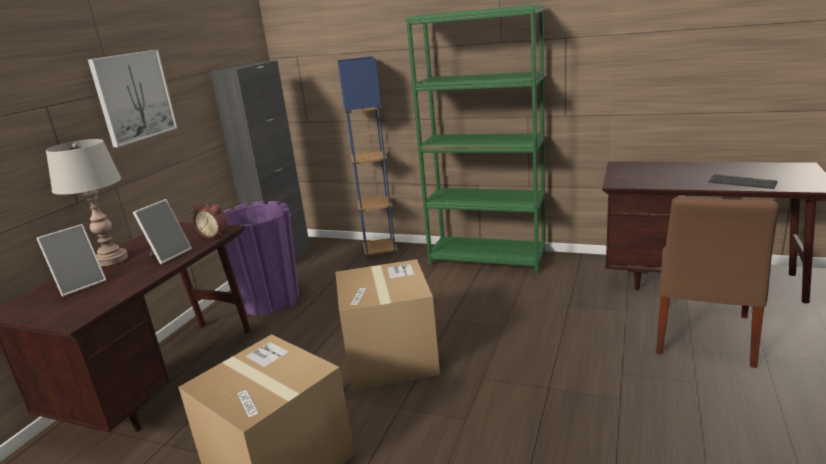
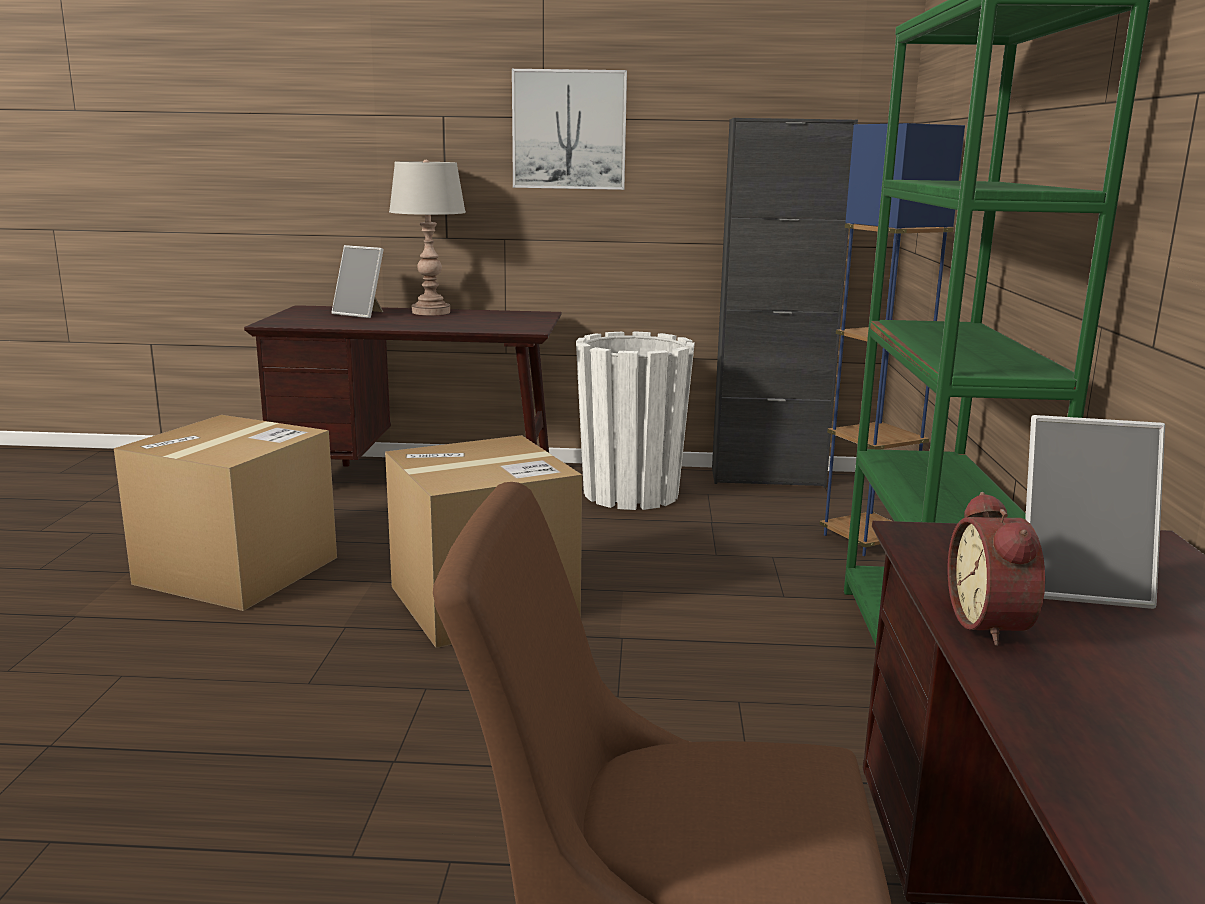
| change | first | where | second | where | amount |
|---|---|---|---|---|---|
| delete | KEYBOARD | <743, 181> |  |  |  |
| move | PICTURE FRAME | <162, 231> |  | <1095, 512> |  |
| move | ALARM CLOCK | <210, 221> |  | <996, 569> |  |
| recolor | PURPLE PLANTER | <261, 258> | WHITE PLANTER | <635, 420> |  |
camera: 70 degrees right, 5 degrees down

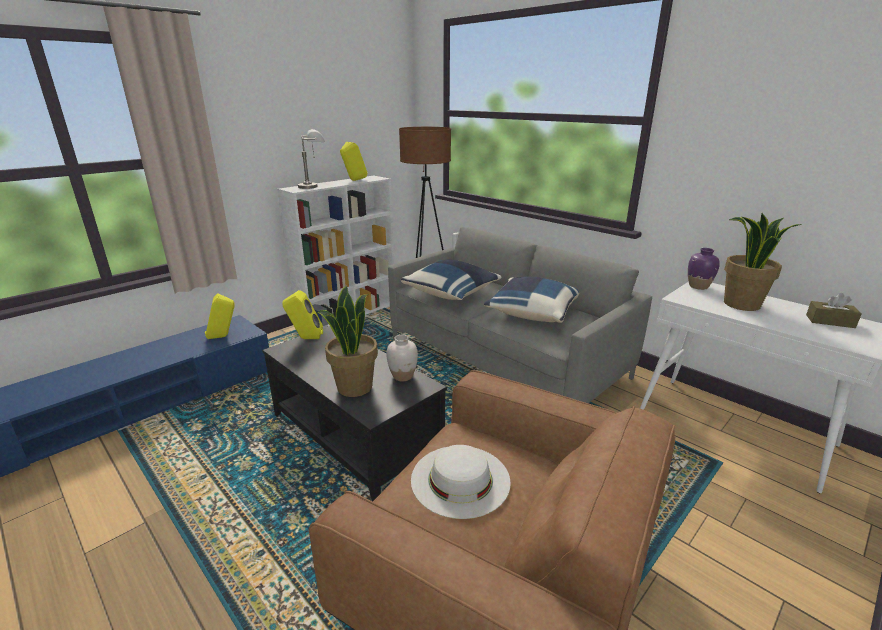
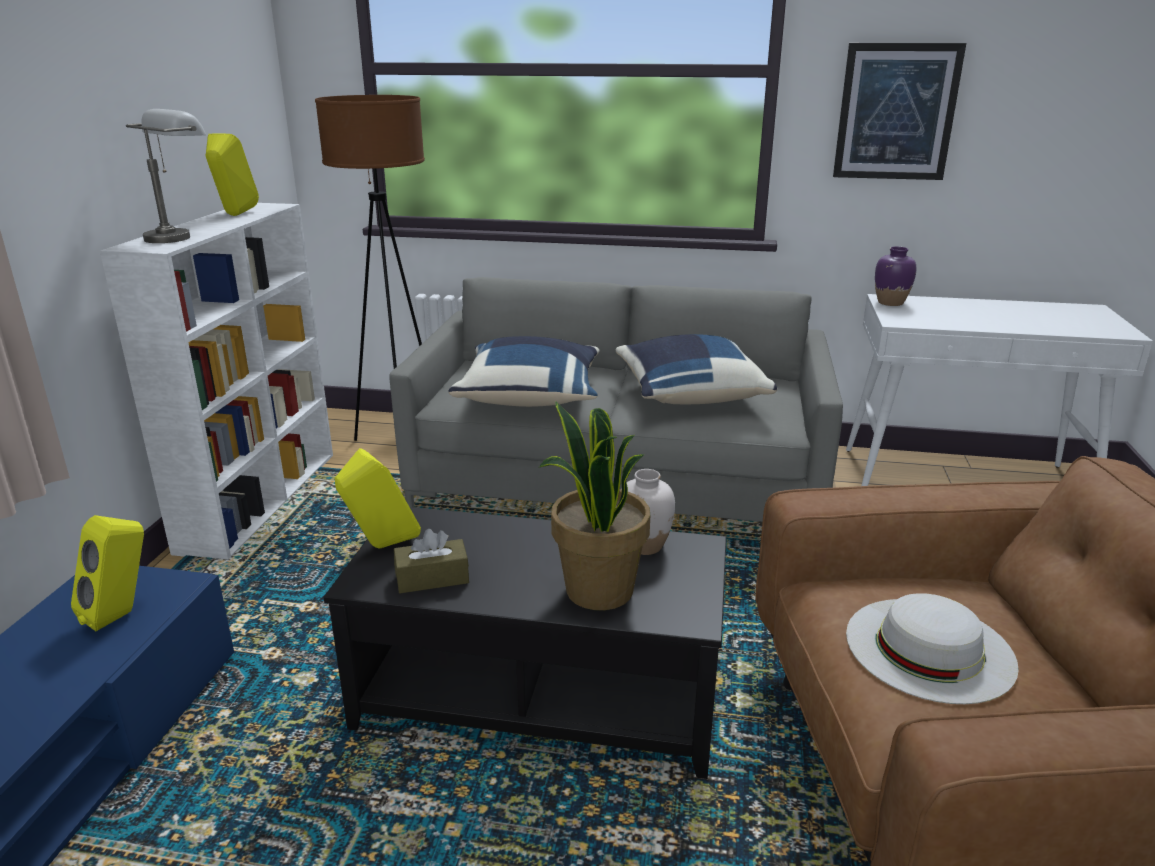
| change | first | where | second | where | amount |
|---|---|---|---|---|---|
| delete | POTTED PLANT | <763, 262> |  |  |  |
| insert |  |  | PICTURE | <899, 111> |  |
| move | BROWN TISSUE BOX | <834, 310> |  | <431, 561> |  |
camera: 35 degrees left, 0 degrees up

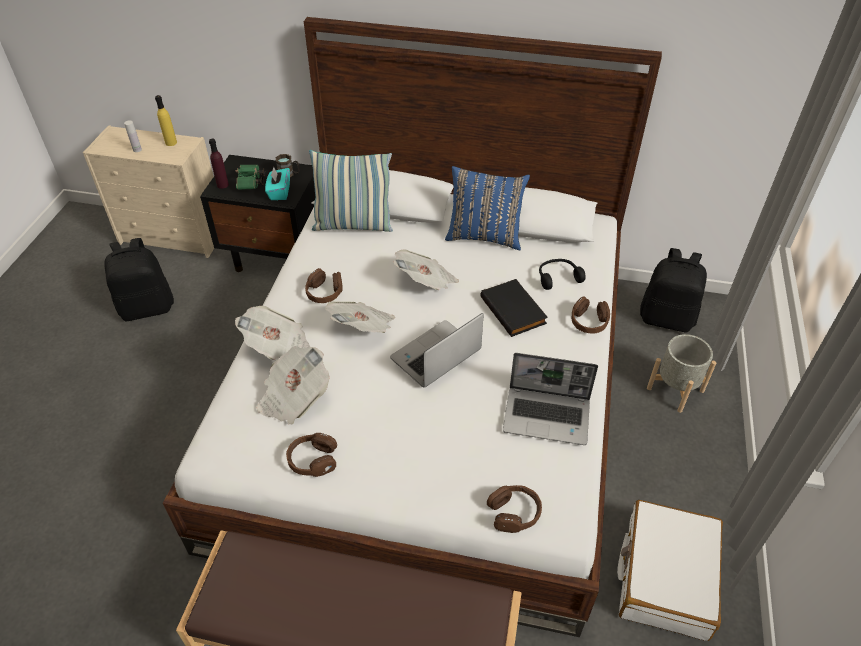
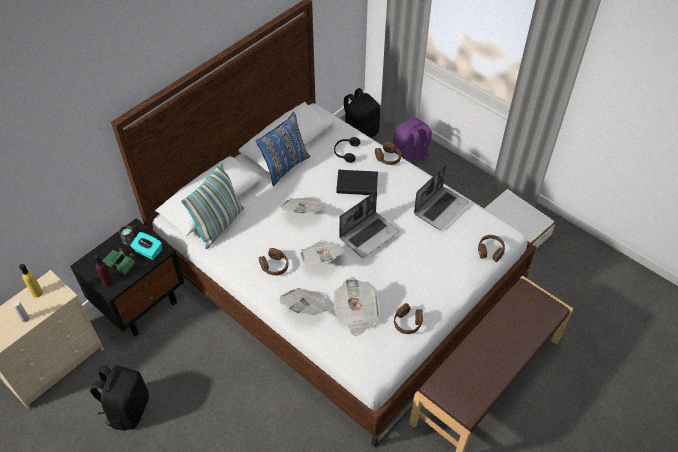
| change | first | where | second | where | amount |
|---|---|---|---|---|---|
| replace | GREY PLANTER | <681, 373> | PURPLE BACKPACK | <412, 144> |  |
| rotate | LAPTOP | <437, 350> |  | <369, 224> | 120 degrees counterclockwise |
camera: 60 degrees left, 5 degrees up

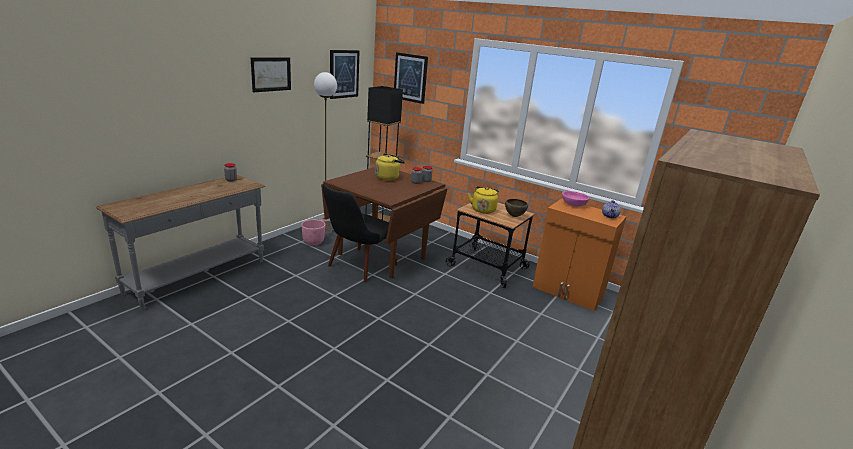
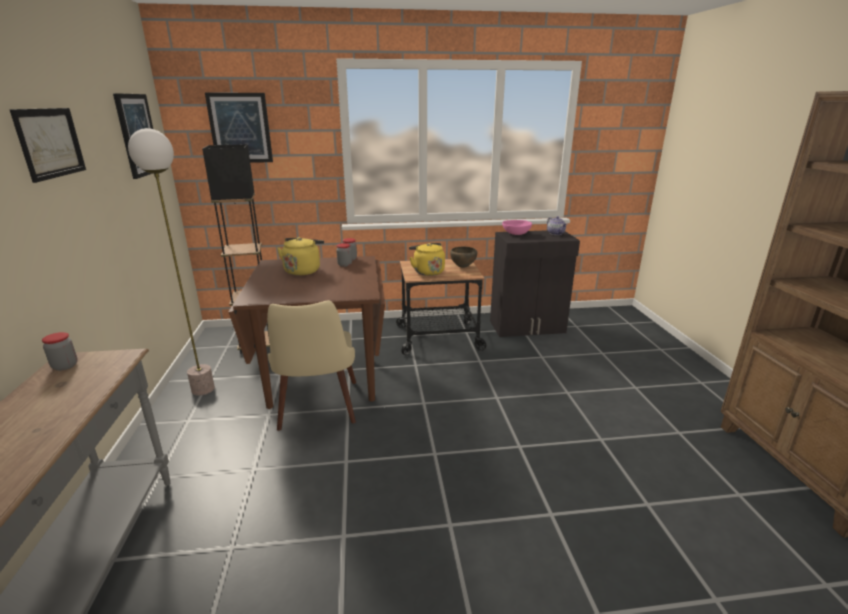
| change | first | where | second | where | amount |
|---|---|---|---|---|---|
| delete | PINK PLANTER | <313, 233> |  |  |  |
| recolor | BLACK CHAIR | <360, 233> | BEIGE CHAIR | <311, 365> |  |
| recolor | ORANGE CABINET | <579, 254> | BLACK CABINET | <535, 283> |  |
camera: 40 degrees left, 0 degrees up

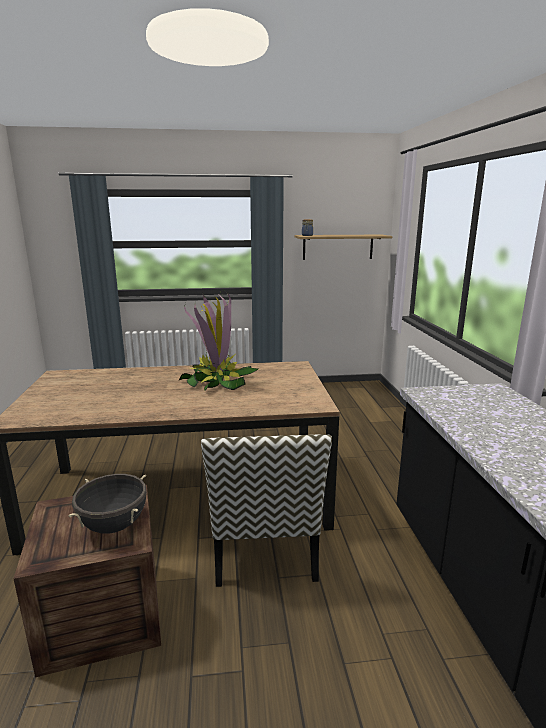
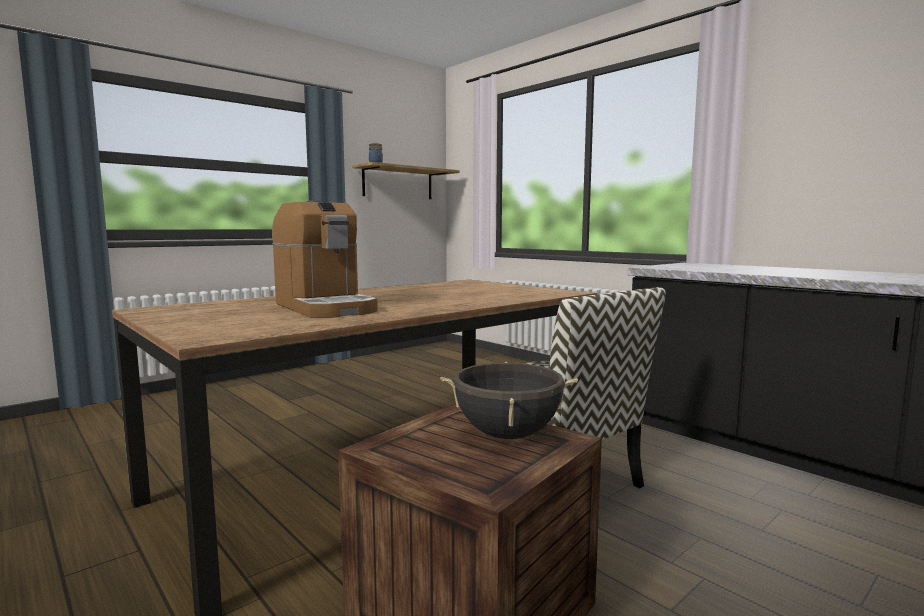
| change | first | where | second | where | amount |
|---|---|---|---|---|---|
| delete | POTTED PLANT | <218, 340> |  |  |  |
| insert |  |  | COFFEE MACHINE | <325, 259> |  |
camera: 35 degrees left, 10 degrees down

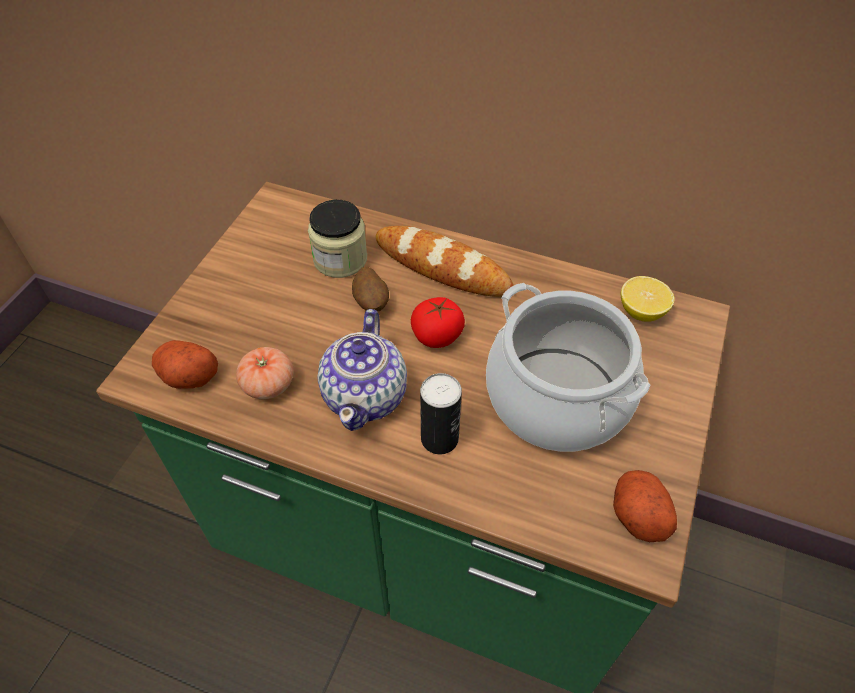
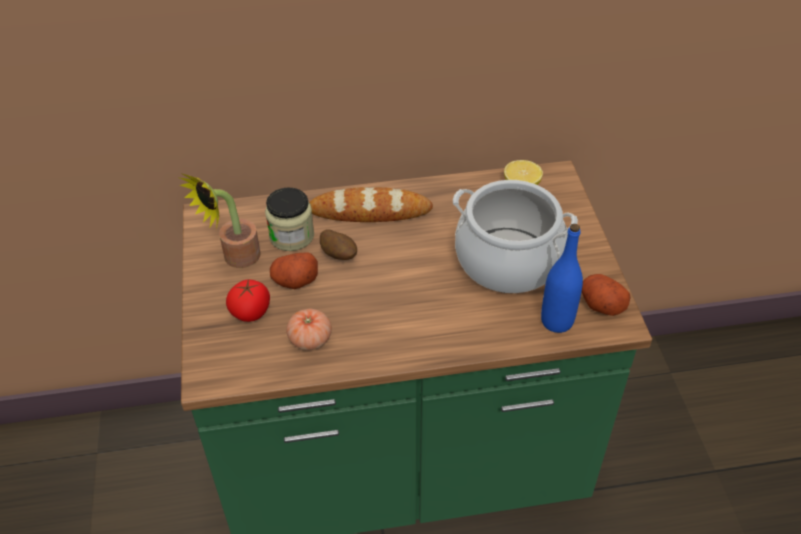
| change | first | where | second | where | amount |
|---|---|---|---|---|---|
| delete | TEAPOT | <362, 370> |  |  |  |
| delete | CAN | <441, 413> |  |  |  |
| insert |  |  | POTTED PLANT | <220, 220> |  |
| insert |  |  | BLUE BOTTLE | <562, 278> |  |
| move | POTATO | <185, 364> |  | <294, 271> |  |
| move | TOMATO | <438, 322> |  | <248, 300> |  |
camera: 30 degrees left, 5 degrees down

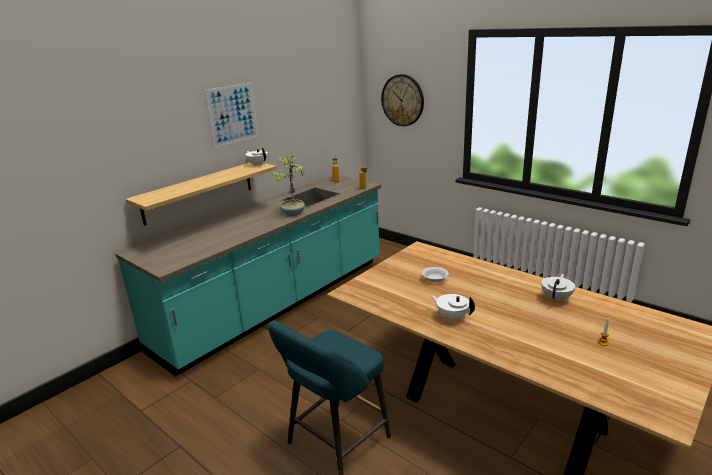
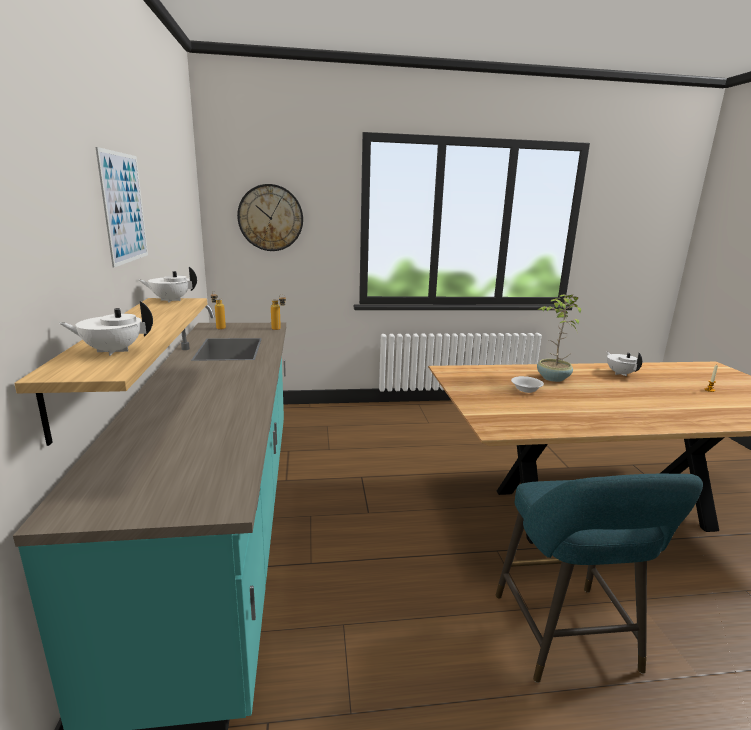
| change | first | where | second | where | amount |
|---|---|---|---|---|---|
| move | POTTED PLANT | <288, 185> |  | <559, 338> |  |
| move | WHITE TEAPOT | <452, 307> |  | <106, 328> |  |
camera: 50 degrees left, 5 degrees down

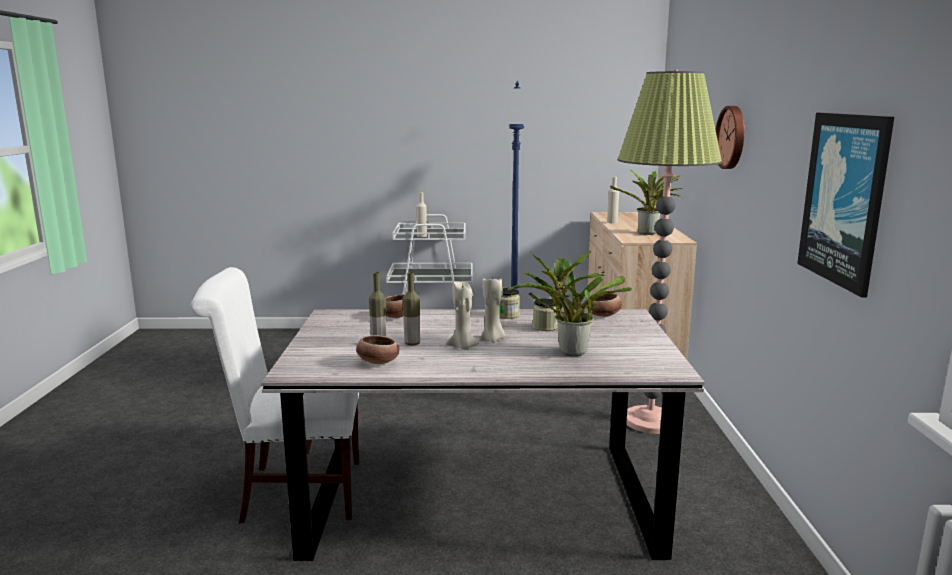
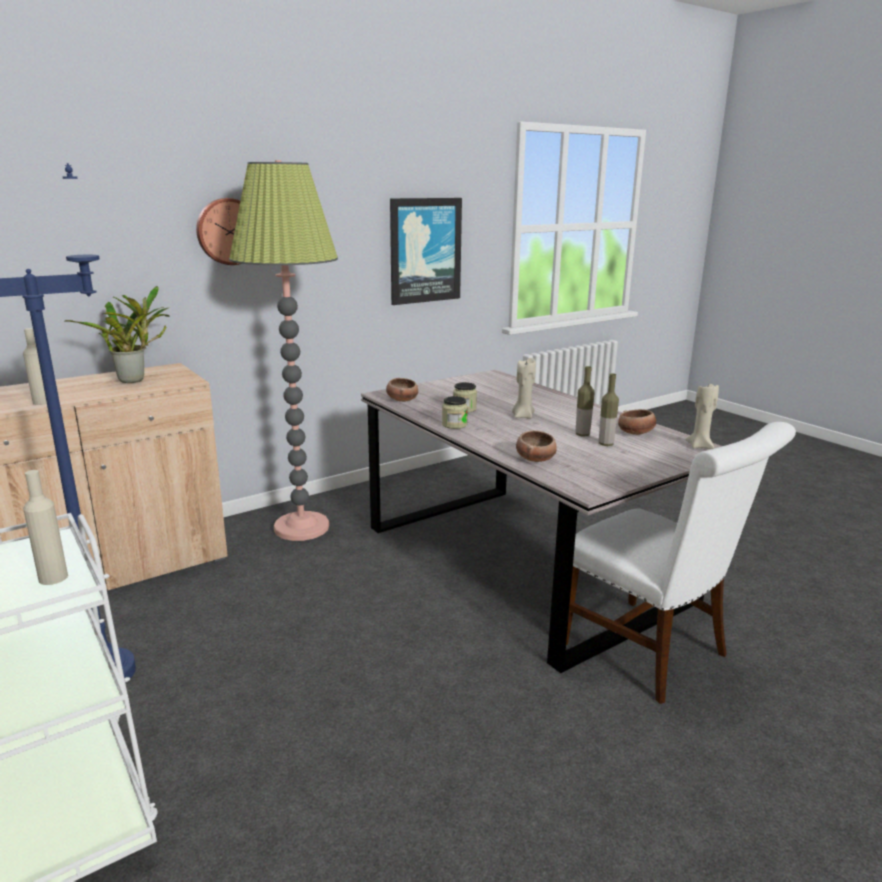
| change | first | where | second | where | amount |
|---|---|---|---|---|---|
| delete | POTTED PLANT | <569, 303> |  |  |  |
| move | BEIGE CANDLE | <462, 316> |  | <702, 416> |  |
camera: 125 degrees left, 5 degrees up

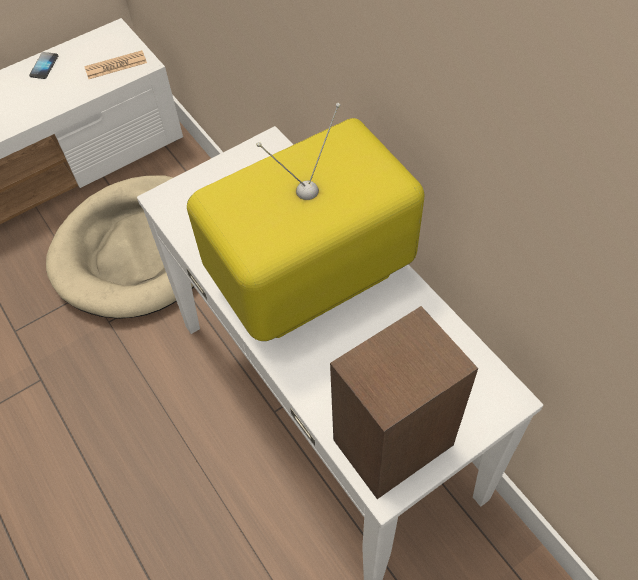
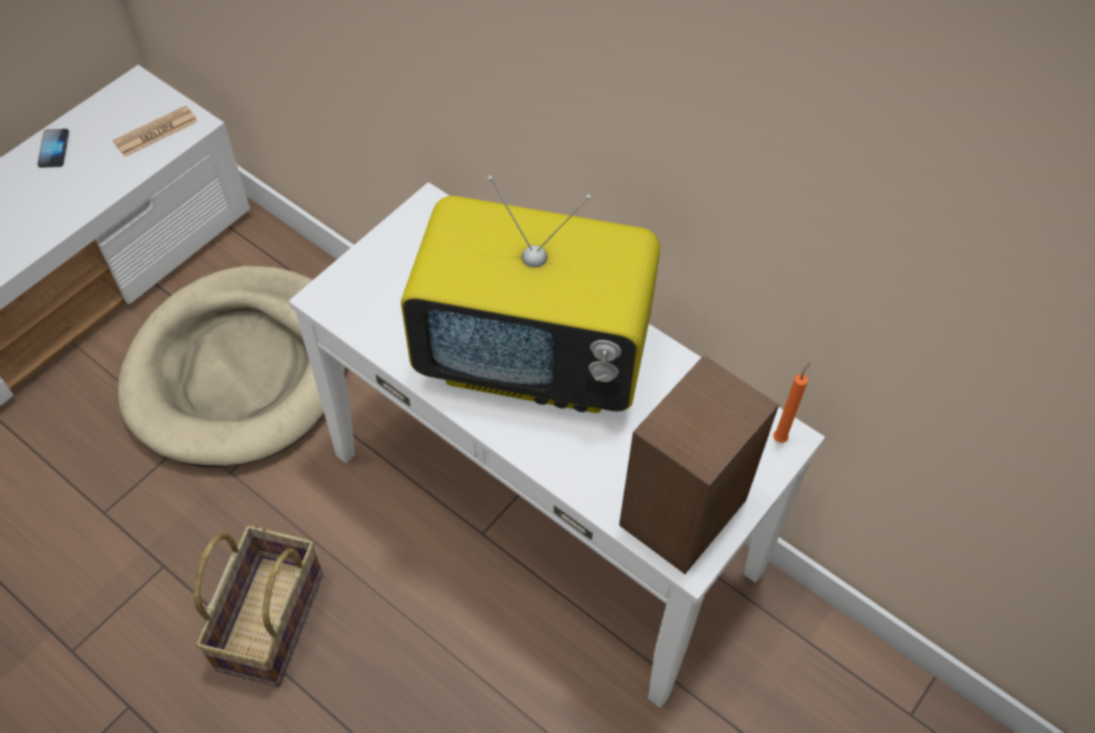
| change | first | where | second | where | amount |
|---|---|---|---|---|---|
| insert |  |  | BASKET | <258, 606> |  |
| insert |  |  | ORANGE CANDLE | <791, 402> |  |
| rotate | TELEVISION | <305, 222> |  | <530, 294> | 120 degrees counterclockwise |
camera: 20 degrees left, 0 degrees up

